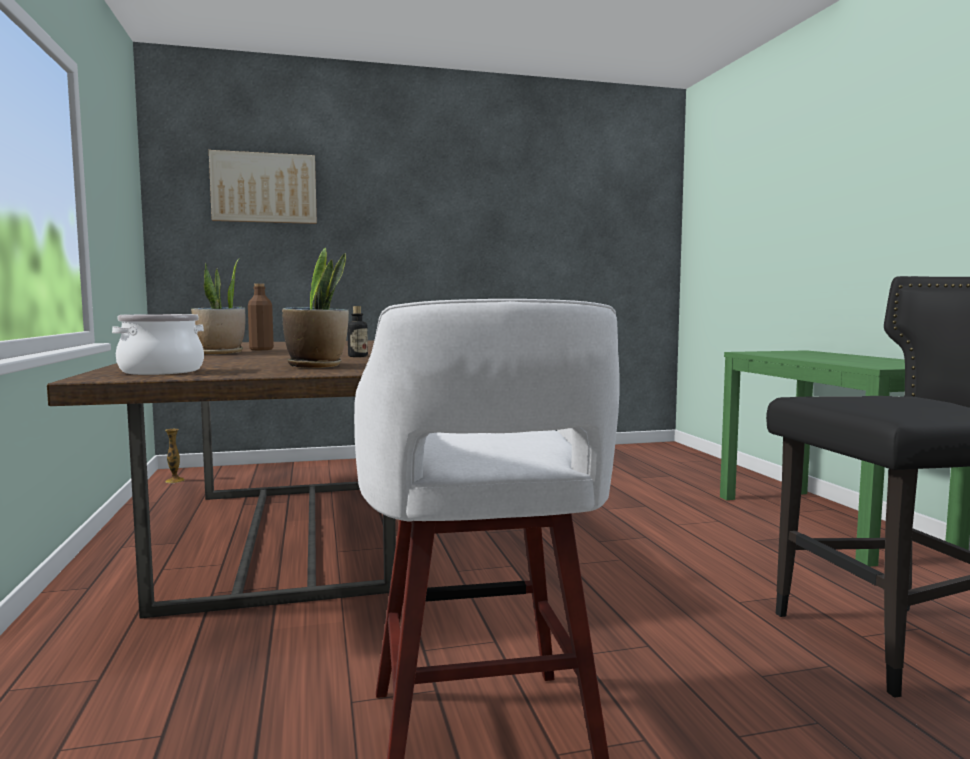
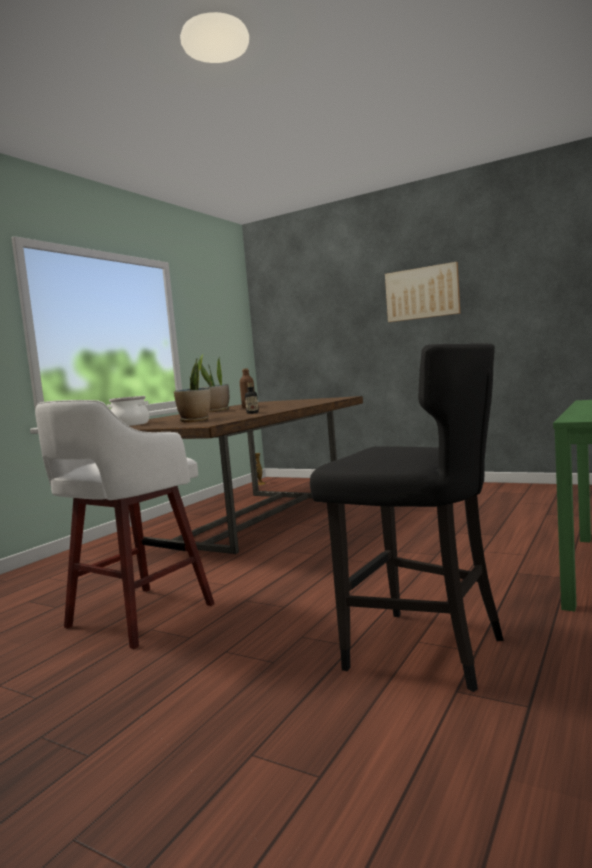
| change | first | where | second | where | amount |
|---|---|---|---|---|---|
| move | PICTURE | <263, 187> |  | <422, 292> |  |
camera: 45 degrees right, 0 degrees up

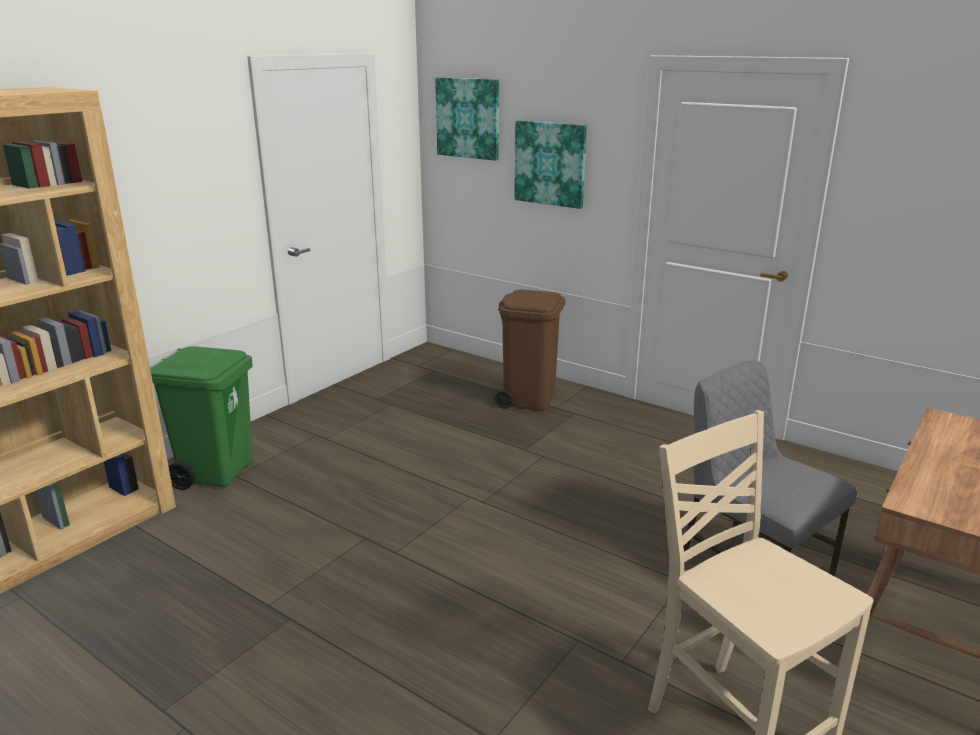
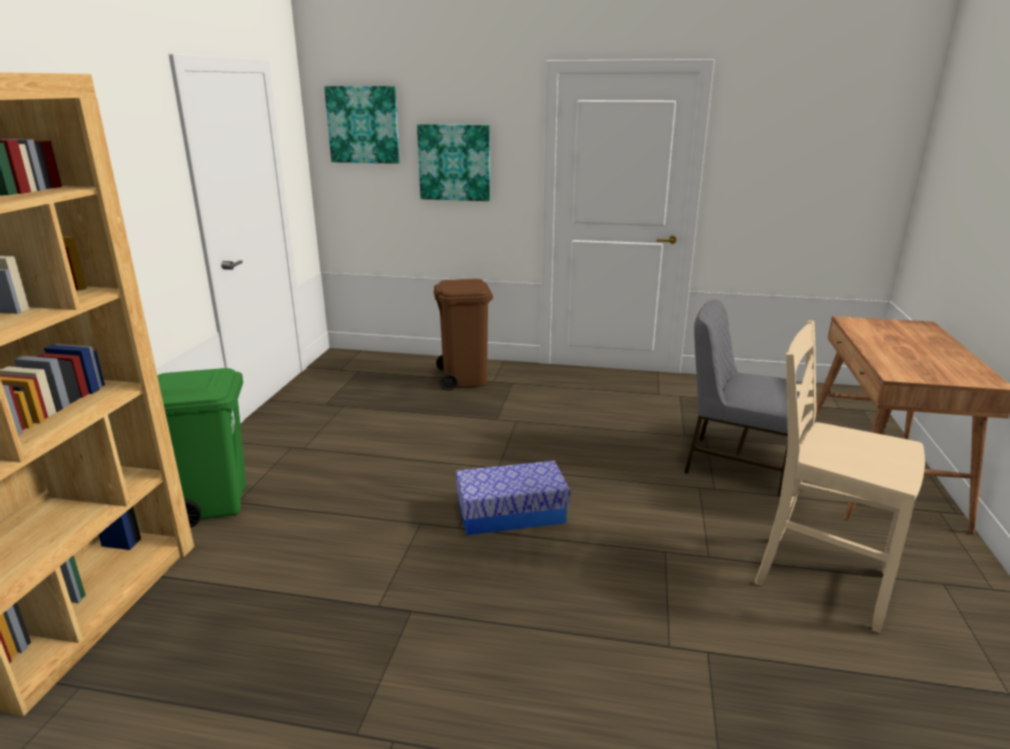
| change | first | where | second | where | amount |
|---|---|---|---|---|---|
| insert |  |  | STORAGE BOX | <513, 498> |  |
camera: 25 degrees left, 0 degrees up

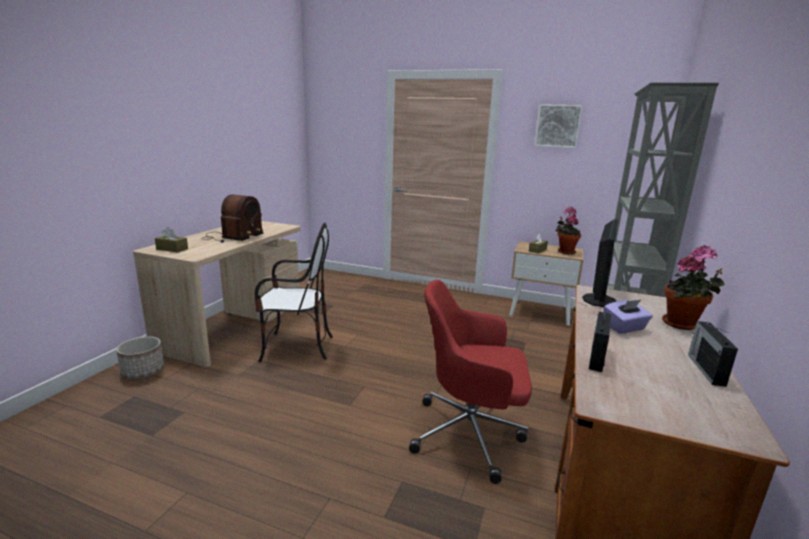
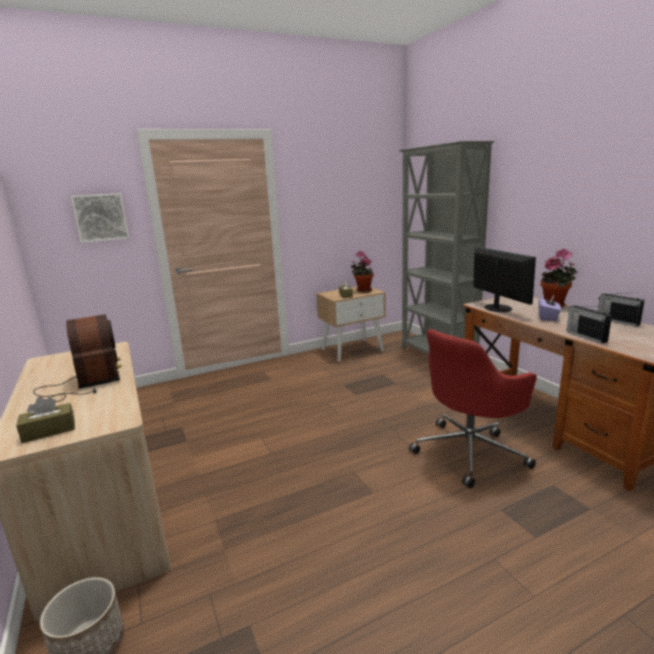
| change | first | where | second | where | amount |
|---|---|---|---|---|---|
| delete | CHAIR | <294, 292> |  |  |  |
| move | PICTURE | <558, 126> |  | <100, 218> |  |
camera: 45 degrees left, 0 degrees up

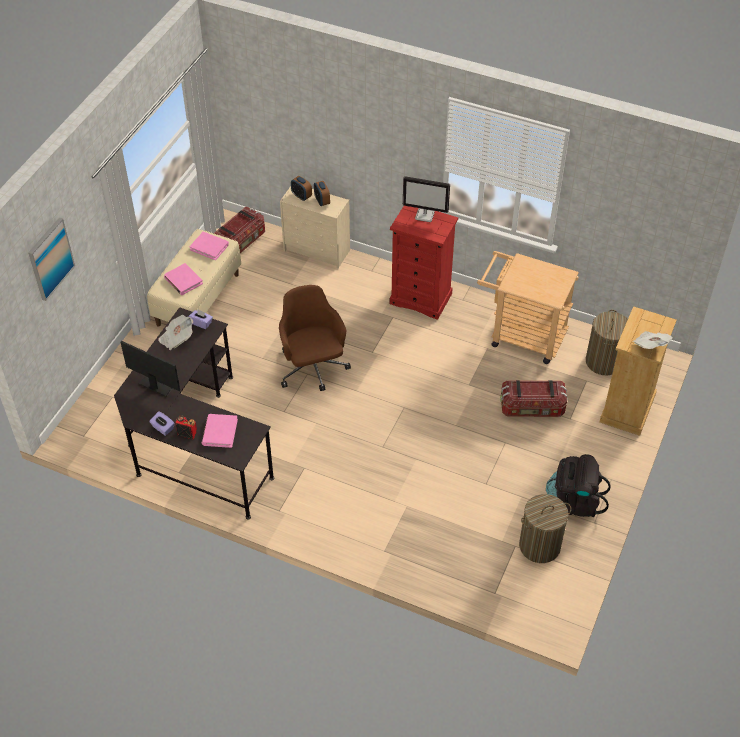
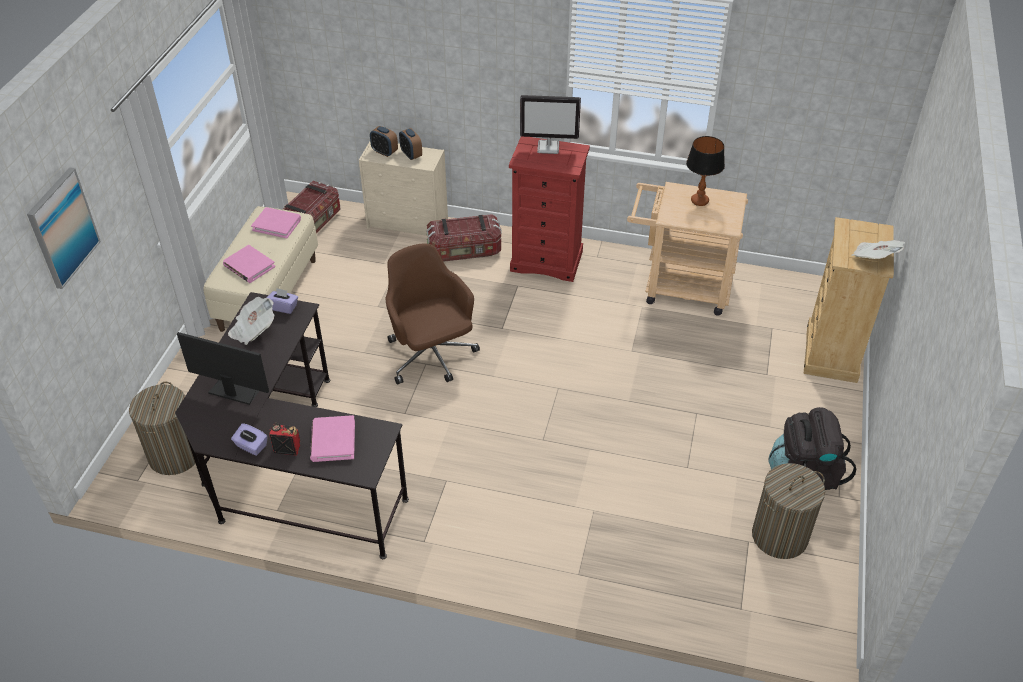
| change | first | where | second | where | amount |
|---|---|---|---|---|---|
| insert |  |  | TABLE LAMP | <705, 171> |  |
| move | STORAGE BOX | <534, 398> |  | <464, 238> |  |
| move | LAUNDRY BASKET | <607, 342> |  | <162, 428> |  |
camera: 10 degrees left, 5 degrees down

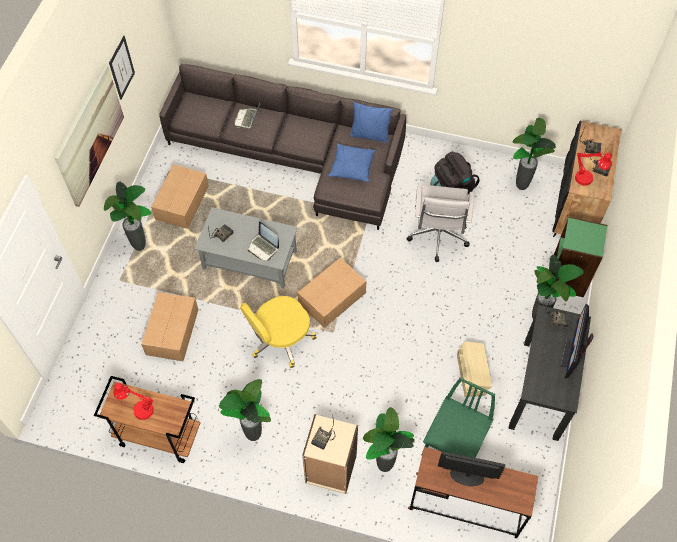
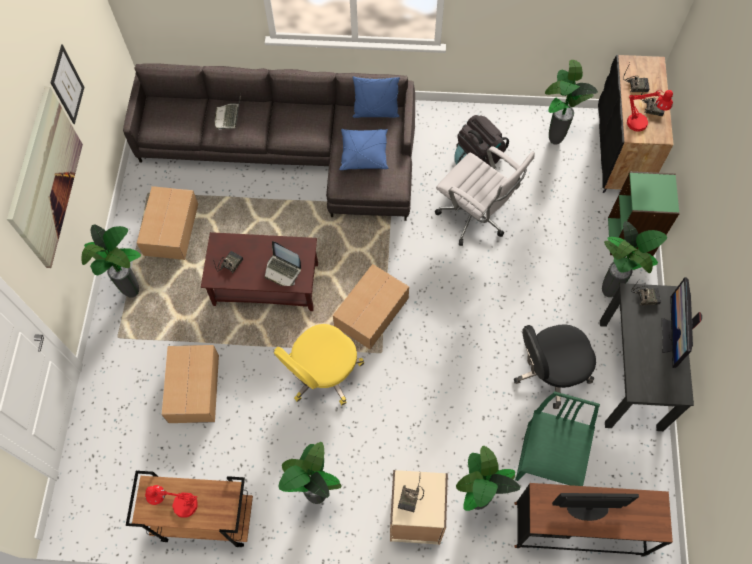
| change | first | where | second | where | amount |
|---|---|---|---|---|---|
| replace | BEIGE STORAGE BOX | <474, 369> | BLACK OFFICE CHAIR | <555, 367> |  |
| recolor | GREY COFFEE TABLE | <246, 248> | BROWN COFFEE TABLE | <259, 271> |  |
| rotate | WHITE OFFICE CHAIR | <441, 223> |  | <485, 196> | 45 degrees counterclockwise |
camera: 10 degrees left, 5 degrees up

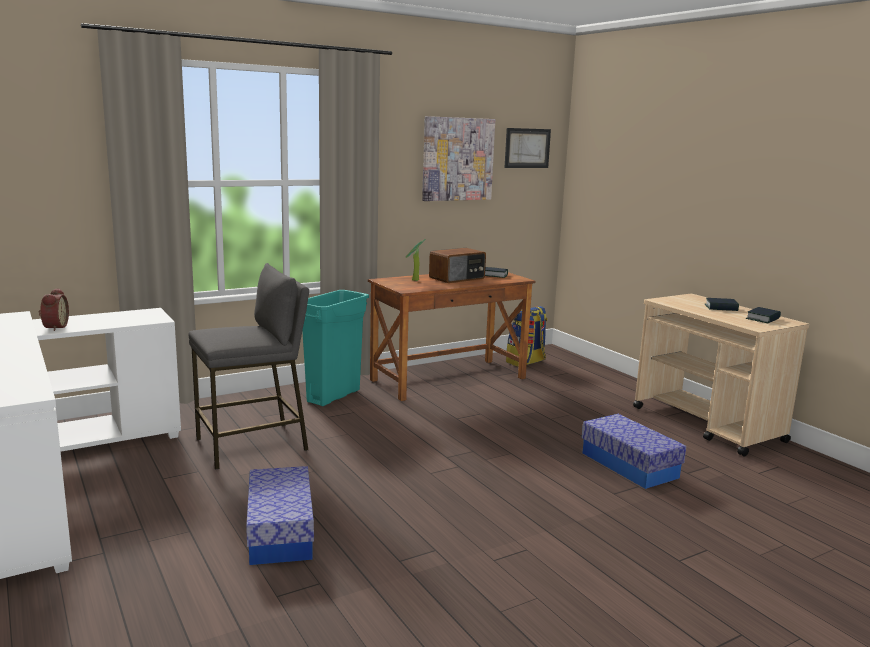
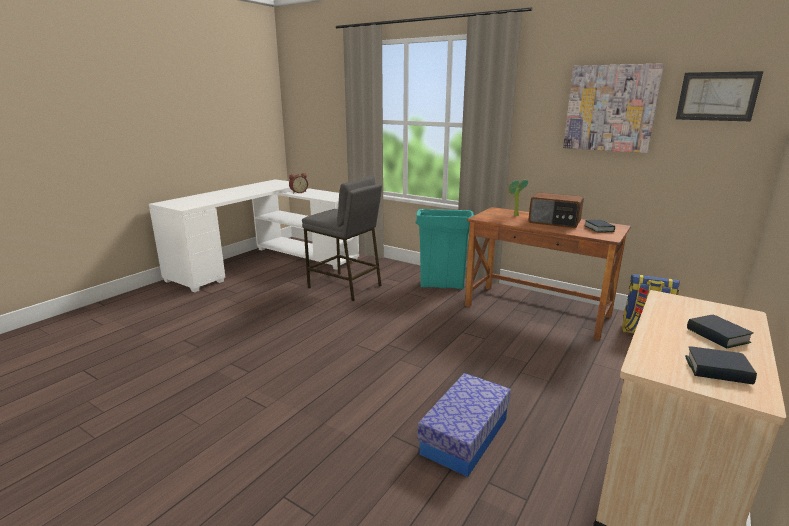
| change | first | where | second | where | amount |
|---|---|---|---|---|---|
| delete | STORAGE BOX | <280, 515> |  |  |  |
camera: 65 degrees right, 5 degrees up

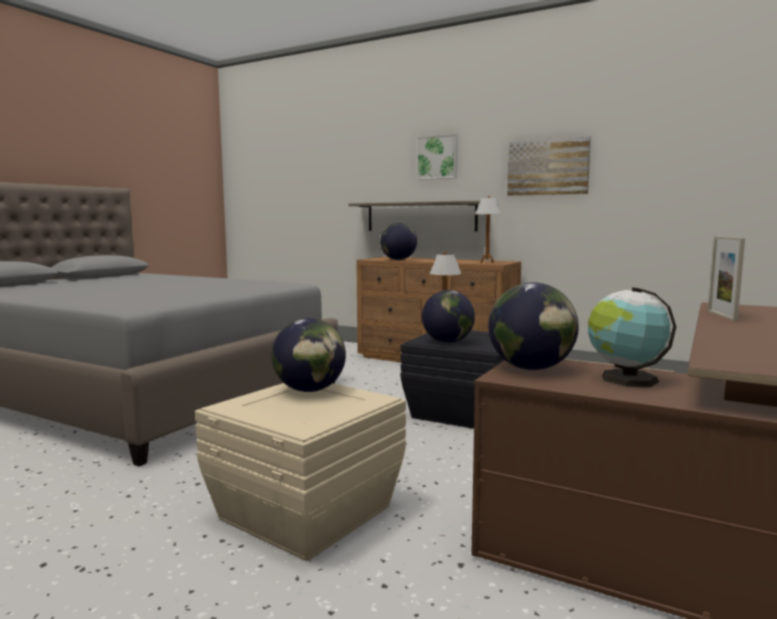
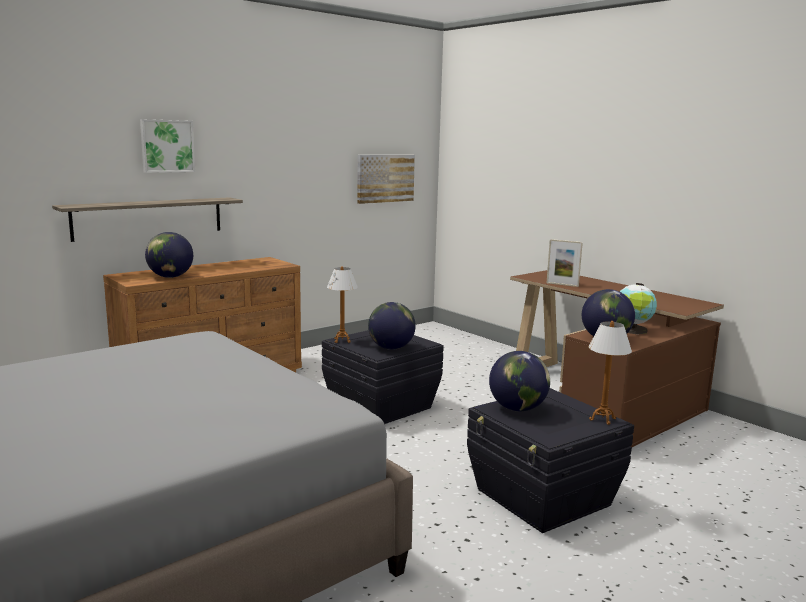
| change | first | where | second | where | amount |
|---|---|---|---|---|---|
| move | TABLE LAMP | <488, 229> |  | <610, 373> |  |
| move | PICTURE | <549, 166> |  | <386, 179> |  |
| recolor | BEIGE STORAGE BOX | <300, 472> | BLACK STORAGE BOX | <550, 460> |  |
camera: 70 degrees left, 5 degrees up

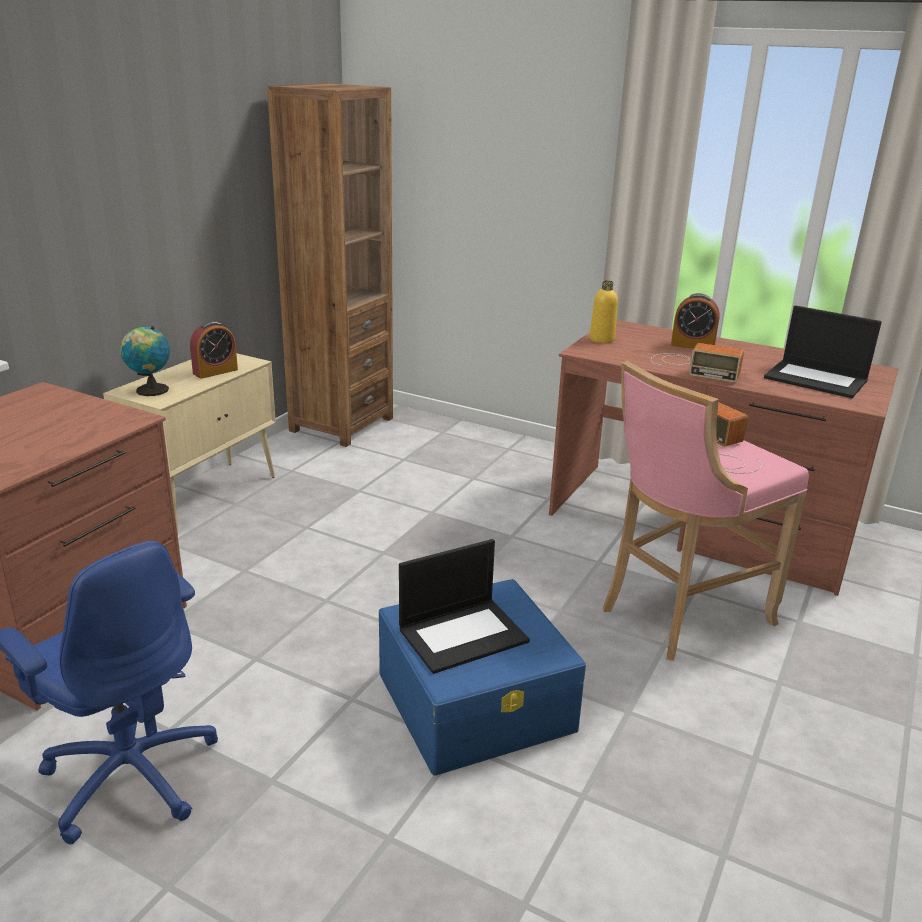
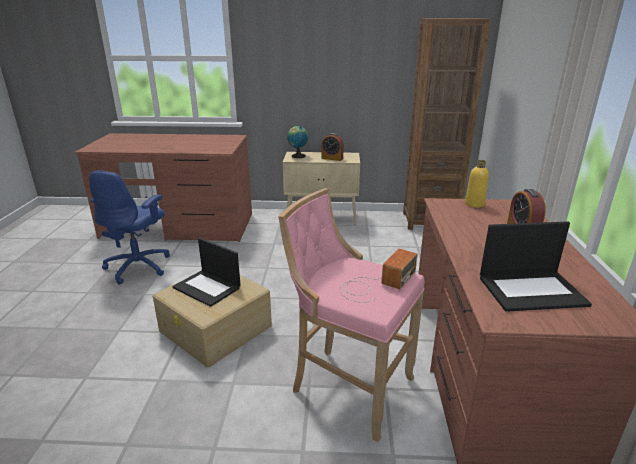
| change | first | where | second | where | amount |
|---|---|---|---|---|---|
| delete | RADIO | <697, 362> |  |  |  |
| recolor | BLUE STORAGE BOX | <482, 677> | BEIGE STORAGE BOX | <212, 321> |  |
| rotate | LAPTOP | <823, 351> |  | <536, 266> | 105 degrees counterclockwise |
camera: 65 degrees right, 0 degrees up

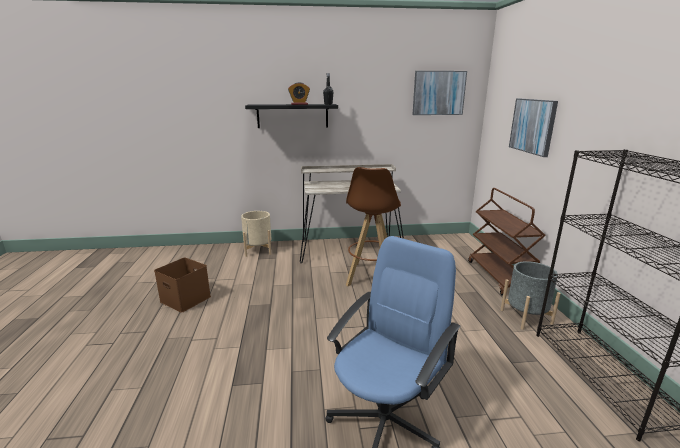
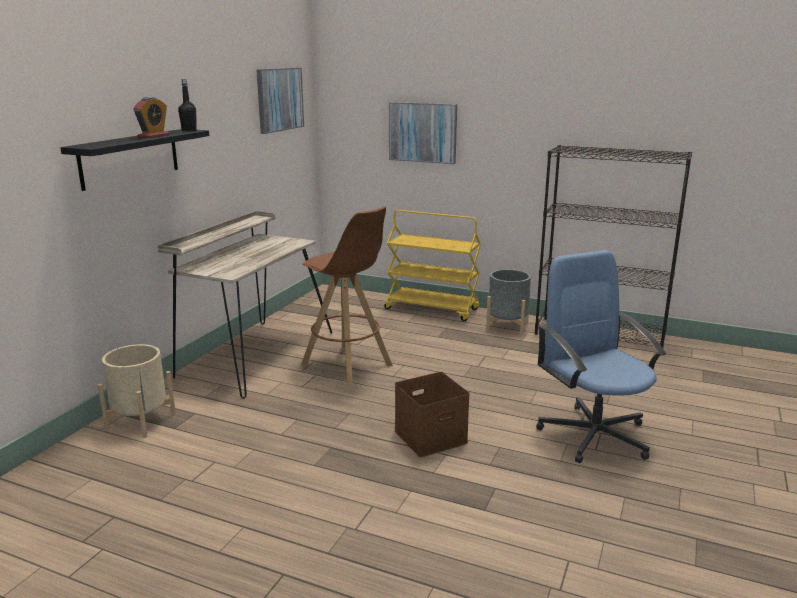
| change | first | where | second | where | amount |
|---|---|---|---|---|---|
| move | BROWN STORAGE BOX | <182, 285> |  | <432, 414> |  |
| recolor | BROWN CART | <507, 242> | YELLOW CART | <432, 265> |  |
camera: 60 degrees left, 0 degrees up

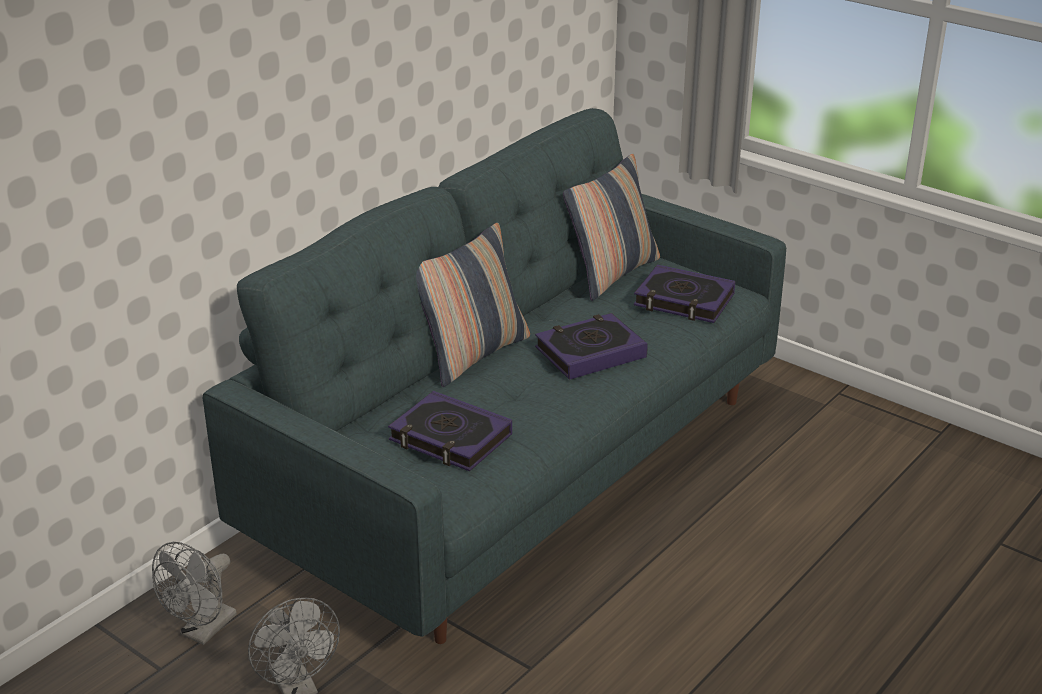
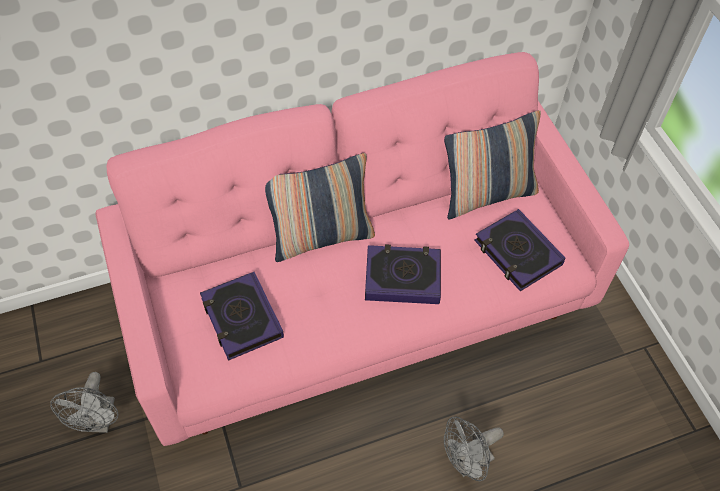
| change | first | where | second | where | amount |
|---|---|---|---|---|---|
| move | GREY FAN | <194, 593> |  | <474, 449> |  |
| recolor | GREY SOFA | <494, 376> | PINK SOFA | <362, 249> |  |
camera: 30 degrees right, 25 degrees up

